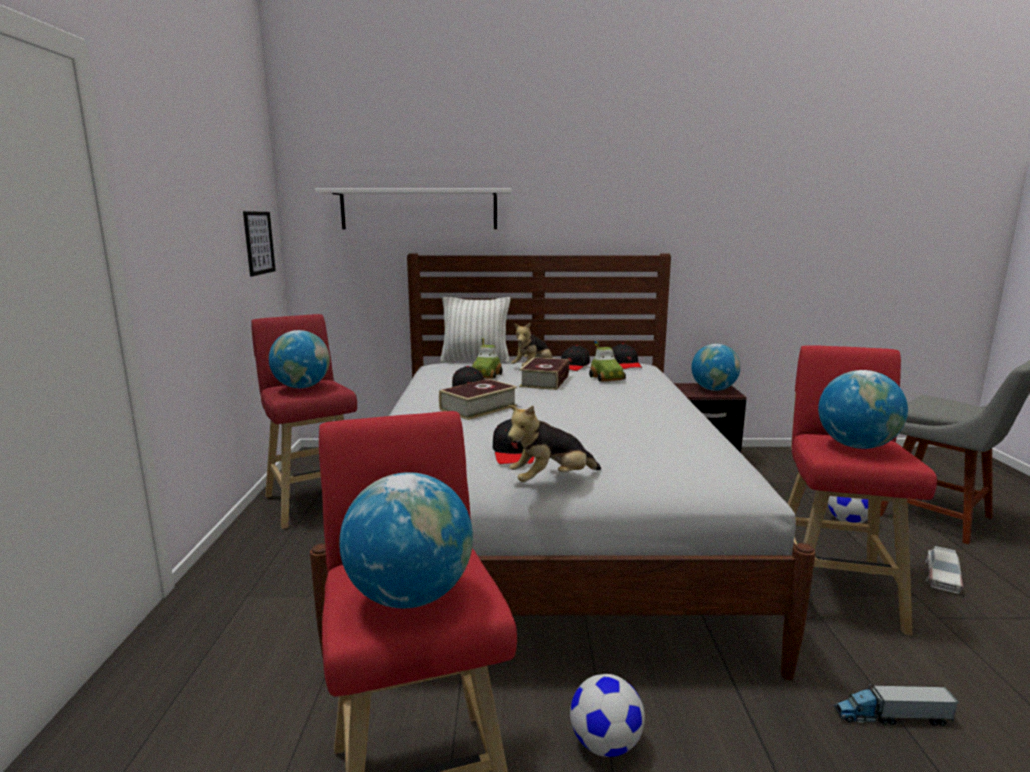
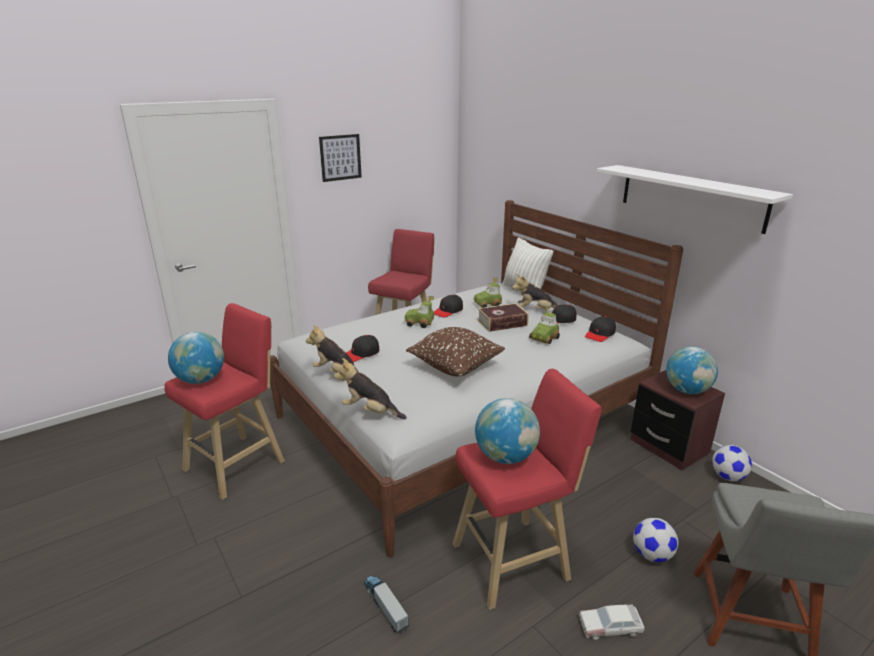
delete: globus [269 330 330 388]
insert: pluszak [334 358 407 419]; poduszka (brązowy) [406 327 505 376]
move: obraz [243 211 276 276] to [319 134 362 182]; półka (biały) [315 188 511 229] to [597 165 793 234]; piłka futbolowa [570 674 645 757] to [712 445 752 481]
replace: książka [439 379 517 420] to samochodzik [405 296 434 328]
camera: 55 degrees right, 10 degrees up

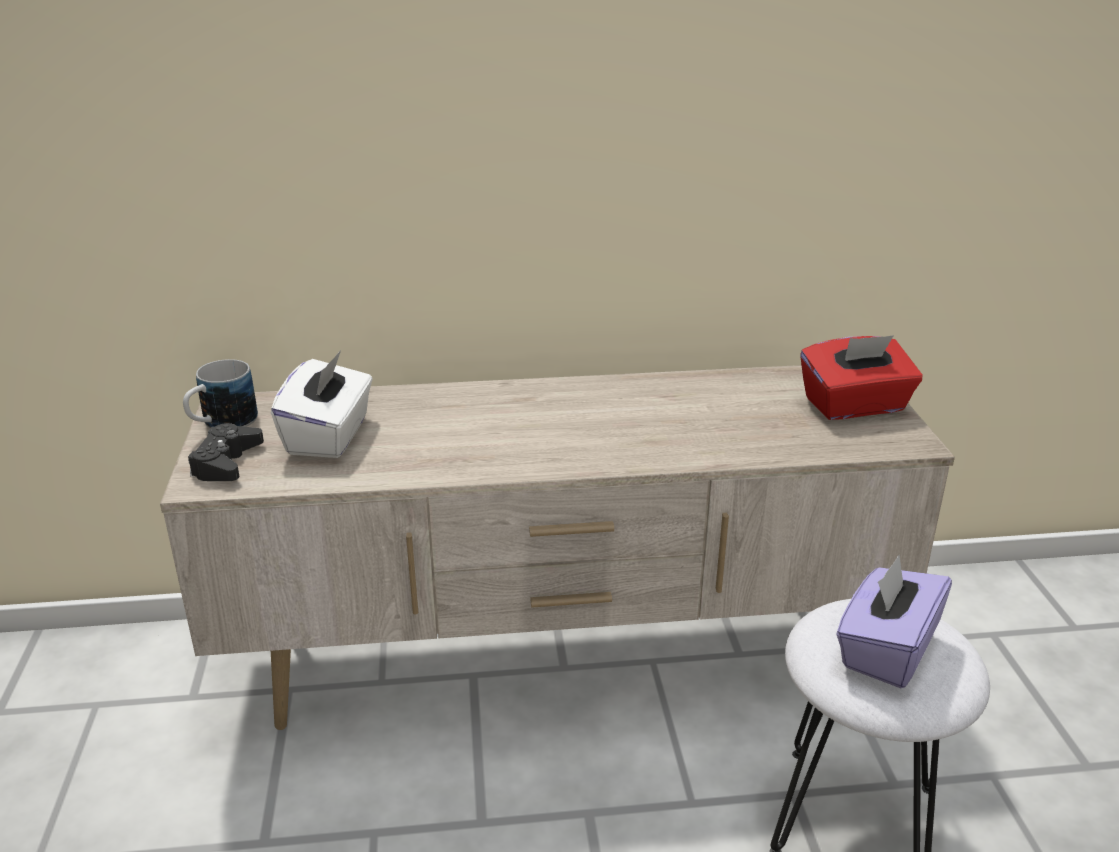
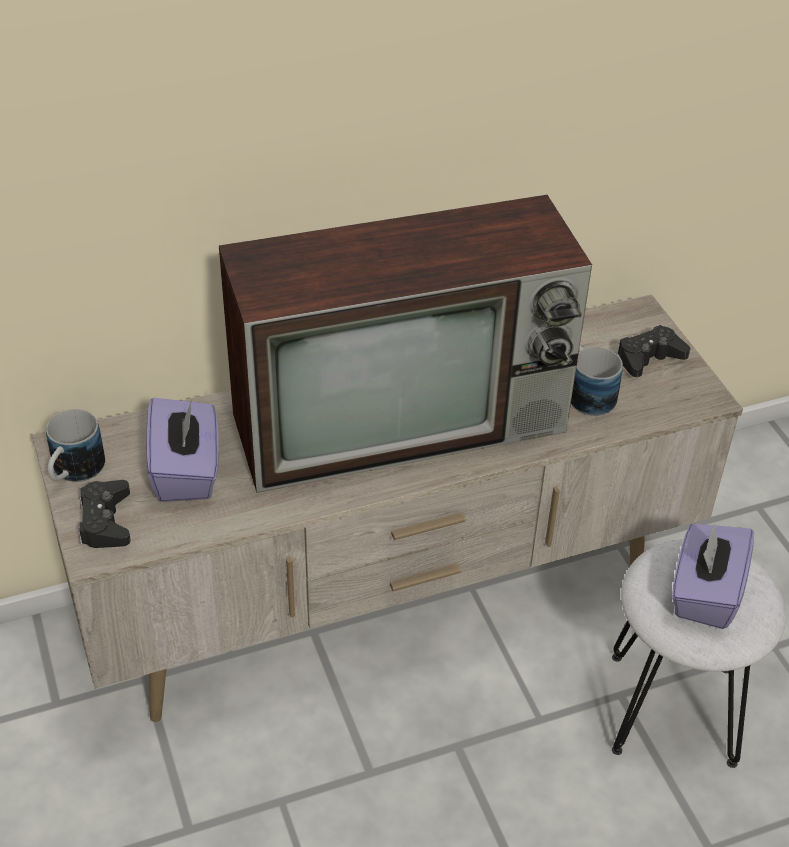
insert: telewizor [219 195 592 493]; kubek [571 346 623 416]
replace: pudełko chusteczek (czerwony) [800 335 923 420] to pad do gier (czarny) [618 325 690 377]
recolor: pudełko chusteczek (biały) [271 351 373 458] to pudełko chusteczek (fioletowy) [146 397 219 502]
camera: 15 degrees left, 15 degrees up

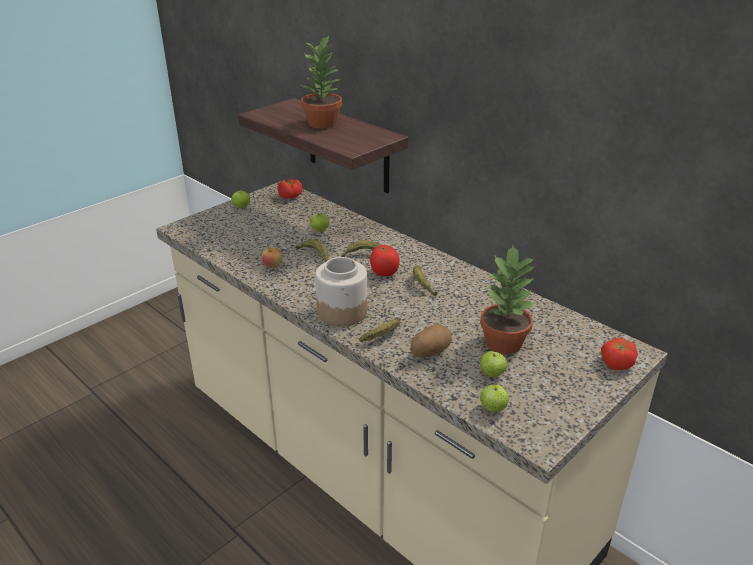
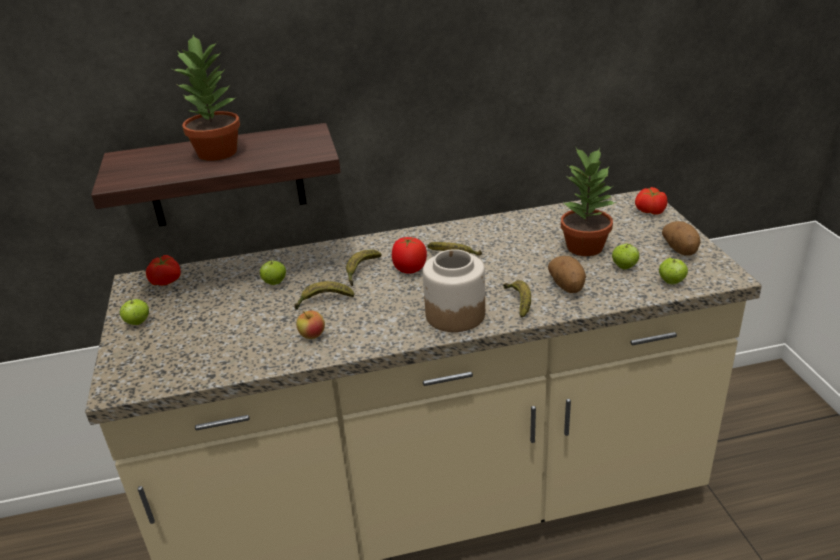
insert: ziemniak [662 221 701 256]
camera: 55 degrees left, 0 degrees up

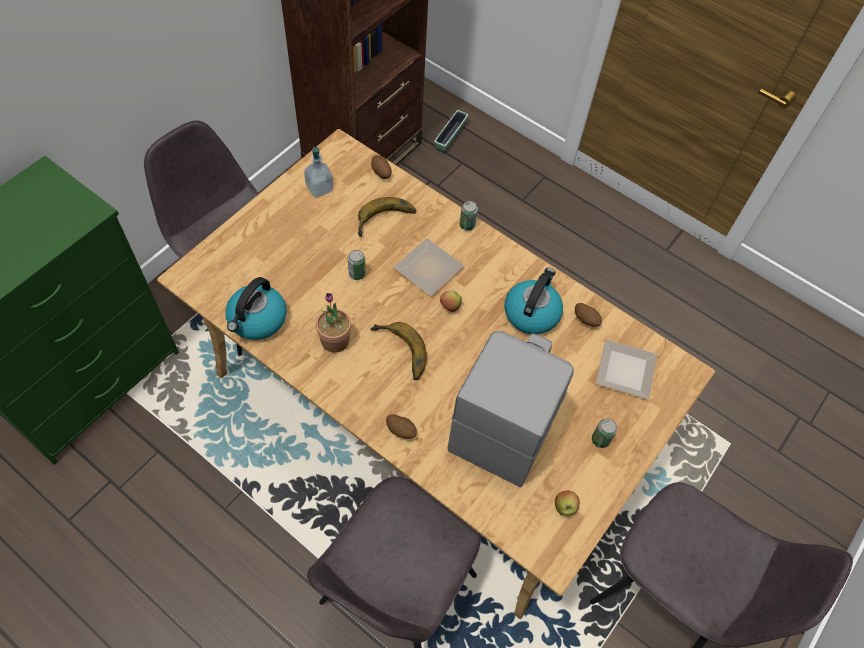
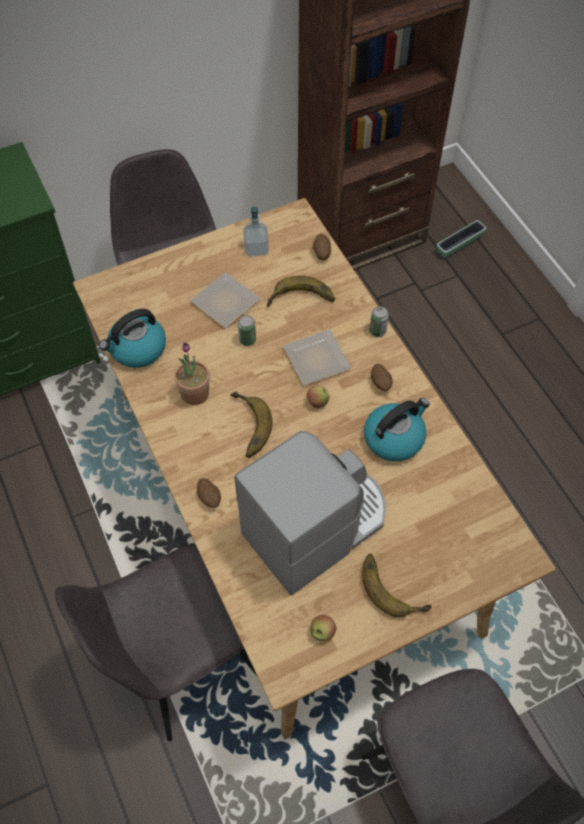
move: ziemniak [575 303 602 327] to [371 364 393 391]; talerz [596 339 657 399] to [190 272 260 328]
replace: puszka [592 419 617 448] to banan [362 554 432 617]
camera: 30 degrees right, 0 degrees up

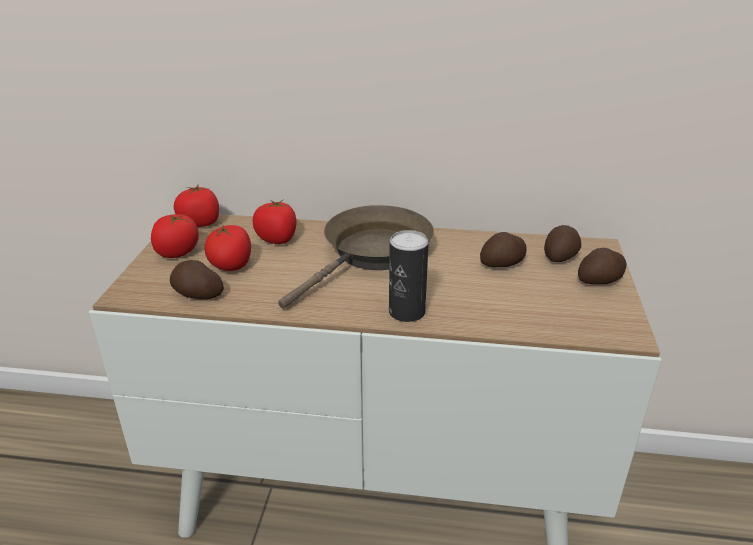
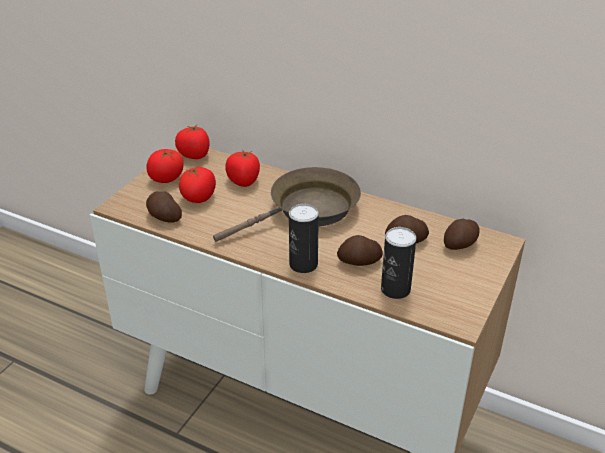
insert: puszka [381 227 417 299]
move: ziemniak [578 248 627 284] to [337 235 383 266]
camera: 20 degrees right, 5 degrees up

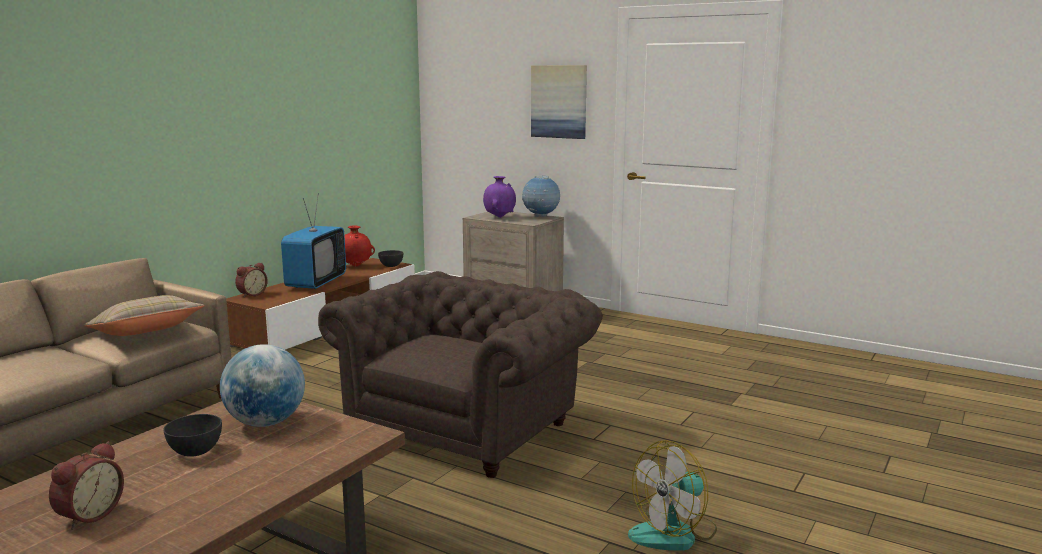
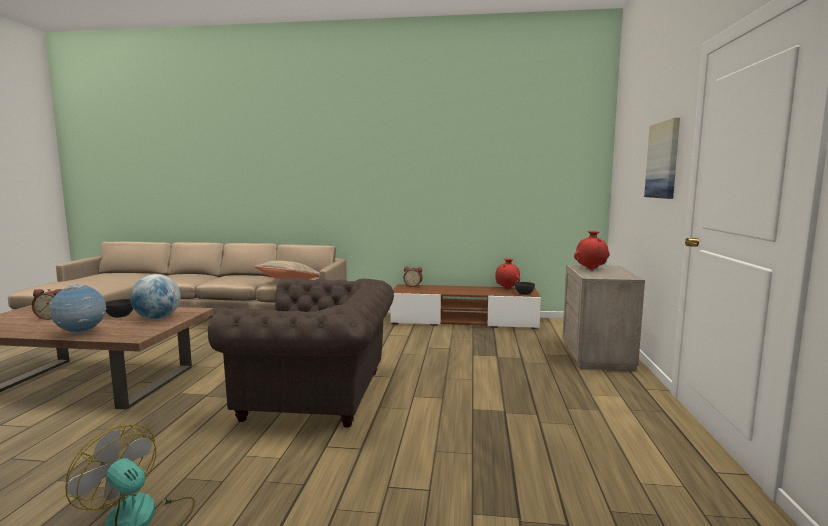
delete: telewizor [281 193 346 289]
move: globus [522 175 560 217] to [49 283 107 334]
recolor: wazon (fioletowy) [483 176 516 218] to wazon (czerwony) [574 231 609 270]
camera: 65 degrees right, 5 degrees down

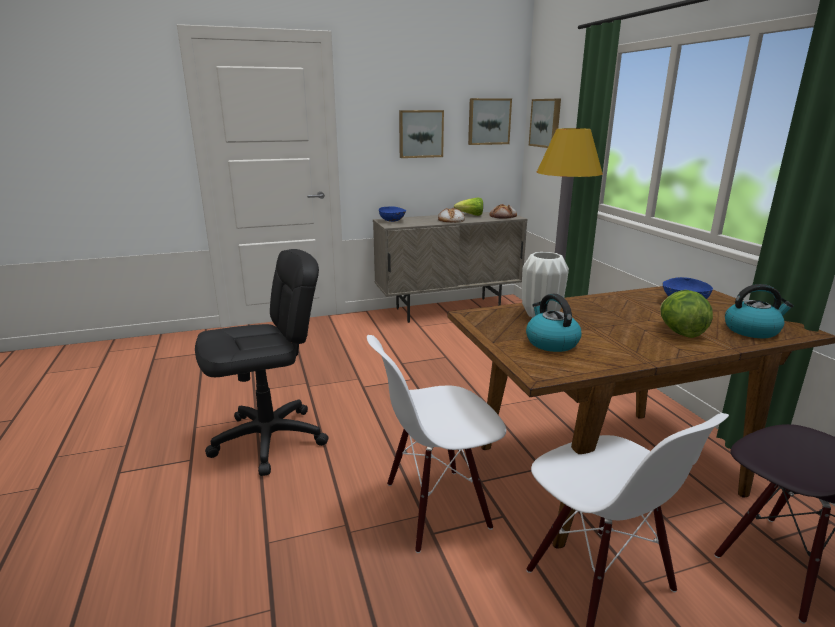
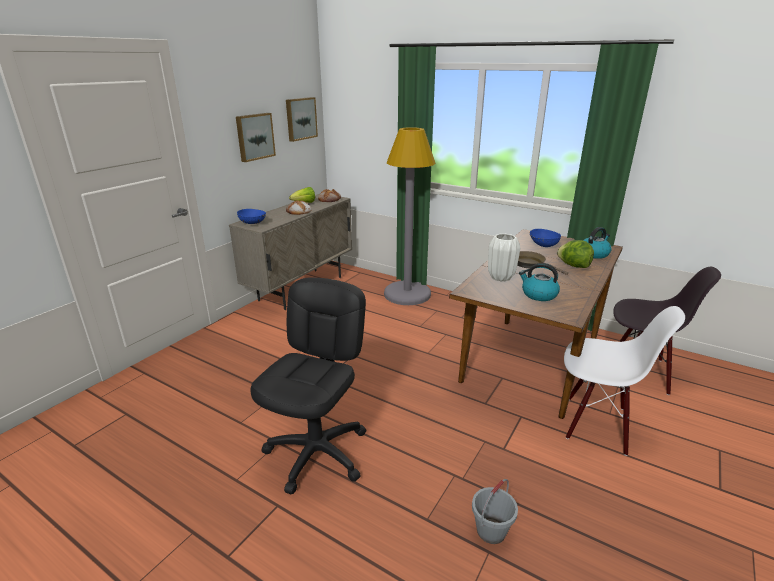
delete: krzesło (biały) [367 335 506 553]; obraz [529 99 561 148]
insert: wiadro (szary) [472 479 518 544]; patelnia (brązowy) [517 251 568 275]
camera: 40 degrees left, 5 degrees up

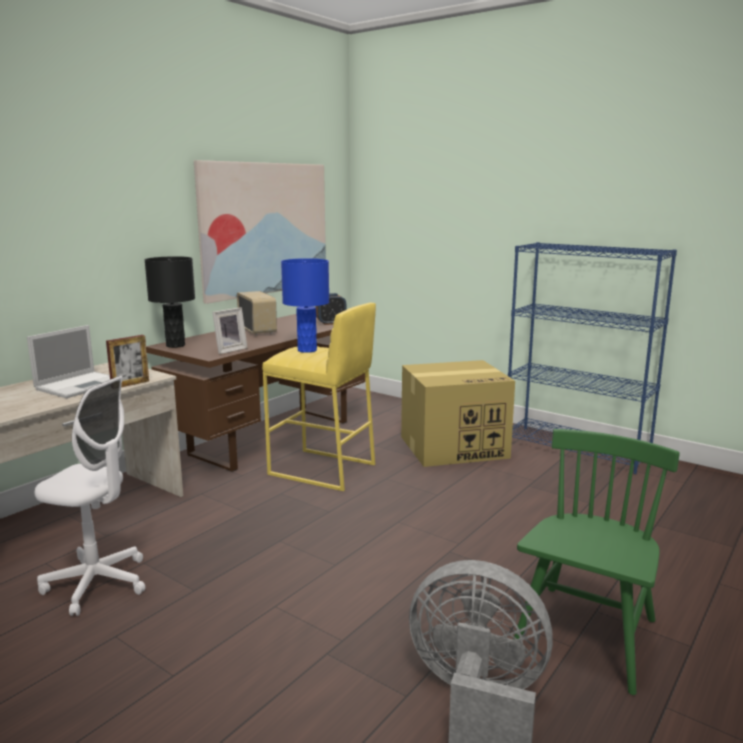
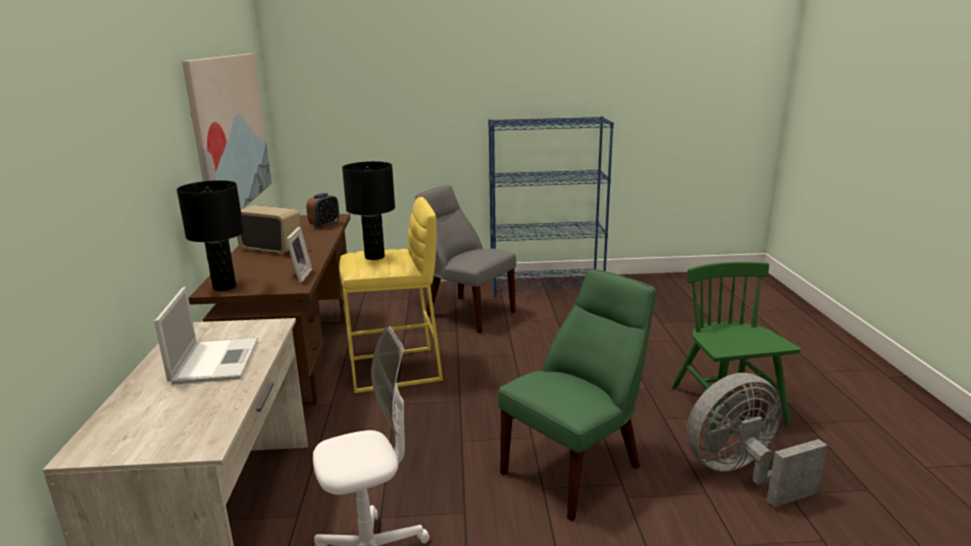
delete: ramka na zdjęcie [106 335 149 387]
insert: krzesło (zielony) [498 269 656 521]
replace: karton [401 360 515 467] to krzesło (szary) [415 185 516 333]
recolor: lampa stołowa (niebieski) [281 258 329 353] to lampa stołowa (czarny) [342 161 395 260]
camera: 40 degrees left, 5 degrees up

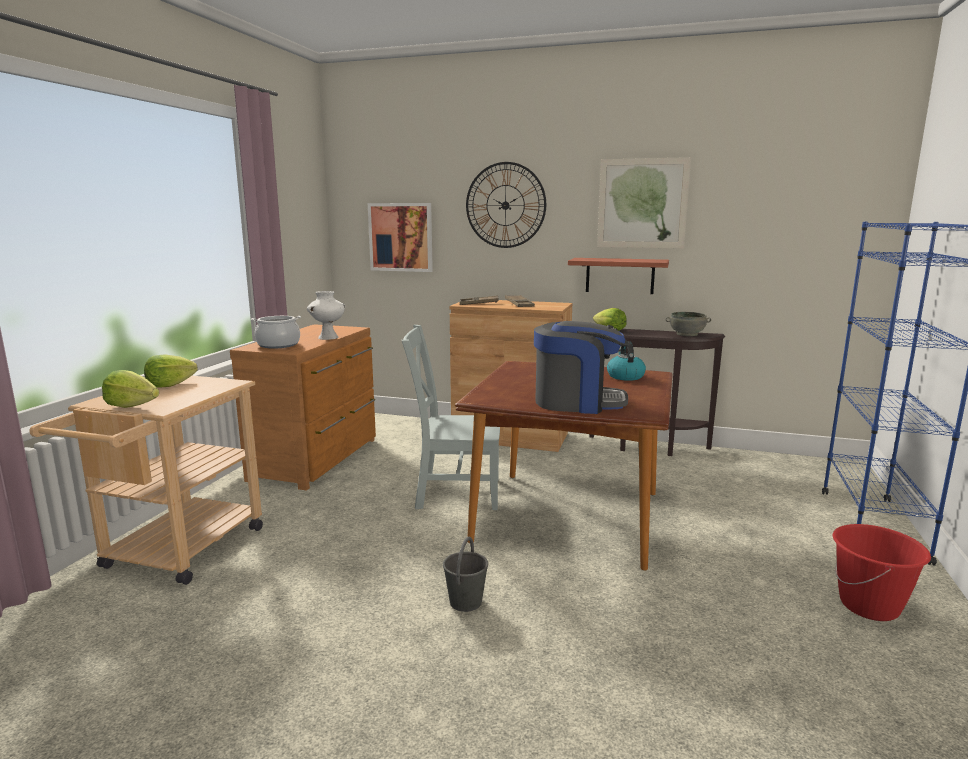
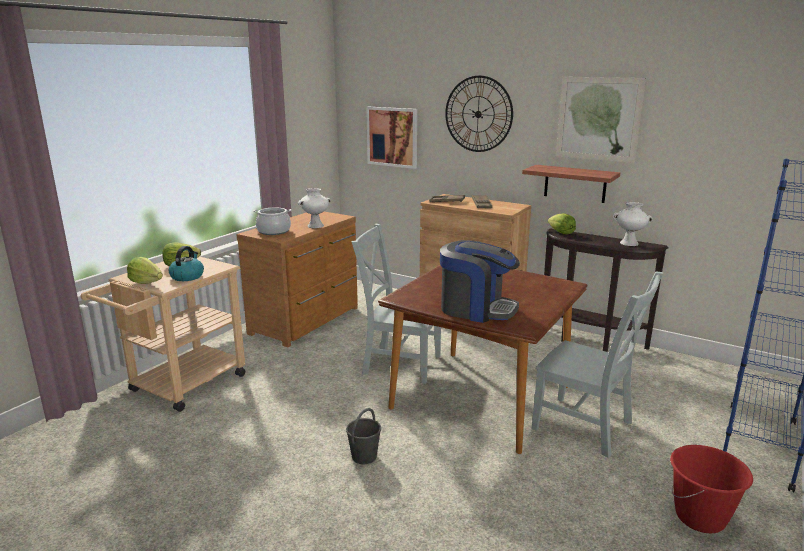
insert: krzesło (szary) [532 272 663 458]
move: czajnik [607 341 646 381] to [169 246 204 281]
replace: miska (szary) [665 312 711 336] to wazon (biały) [613 202 653 246]
camera: 15 degrees right, 5 degrees up

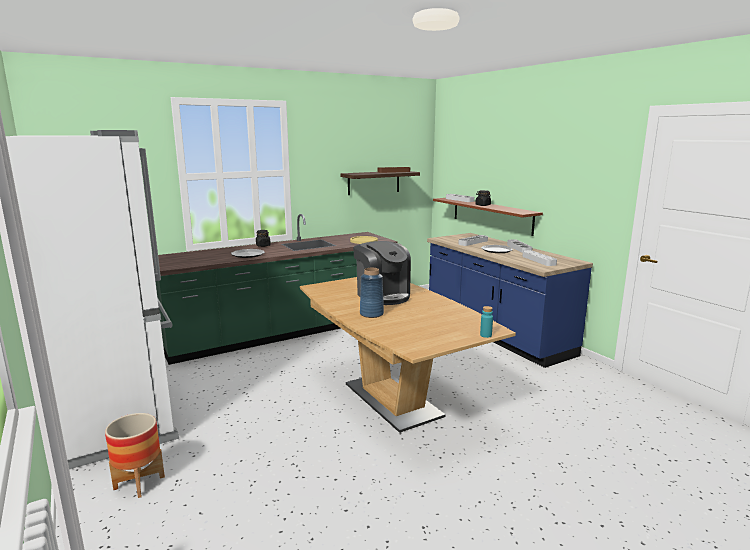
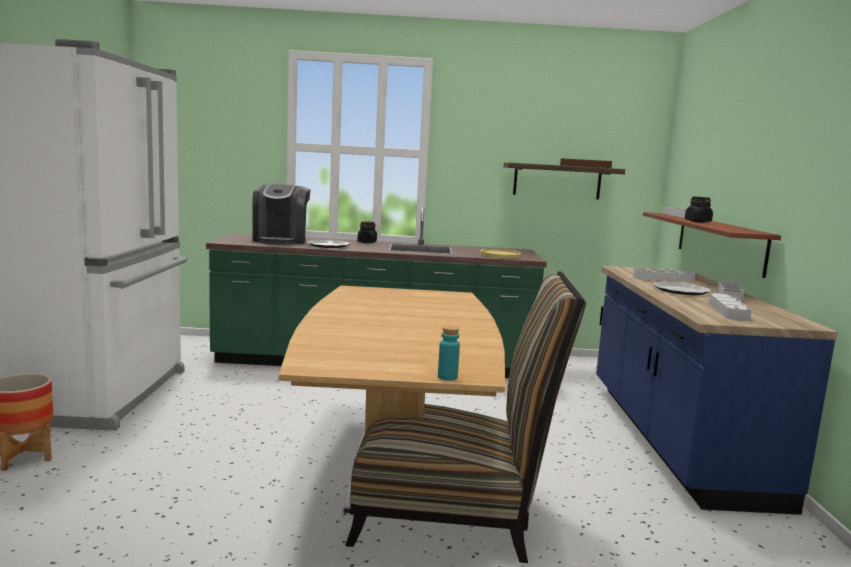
delete: wazon (niebieski) [360 268 384 318]
insert: krzesło [345 271 586 563]
move: ekspres do kawy [353 241 411 305] to [252 184 310 245]
camera: 30 degrees right, 5 degrees down

